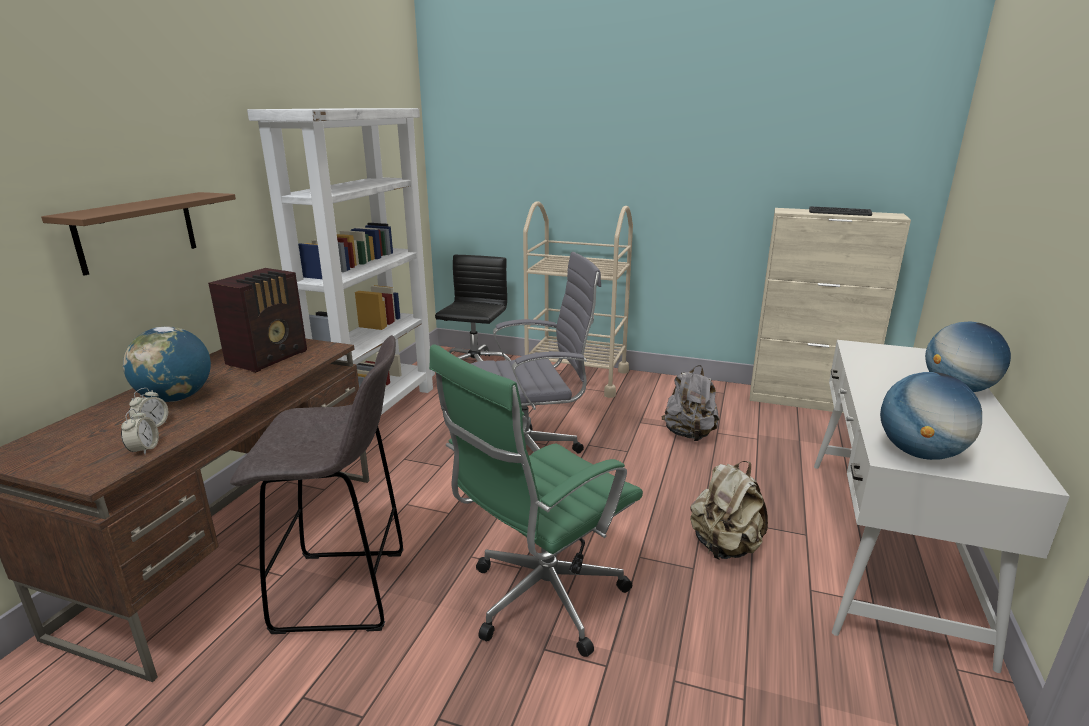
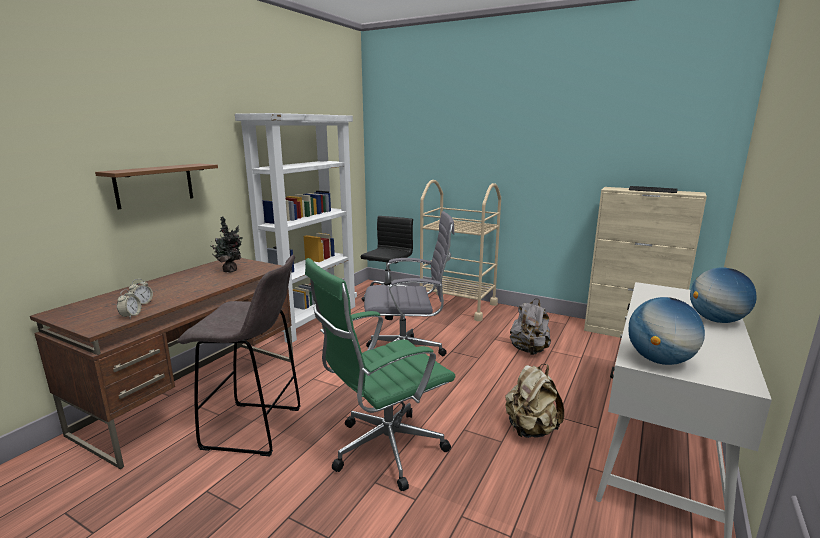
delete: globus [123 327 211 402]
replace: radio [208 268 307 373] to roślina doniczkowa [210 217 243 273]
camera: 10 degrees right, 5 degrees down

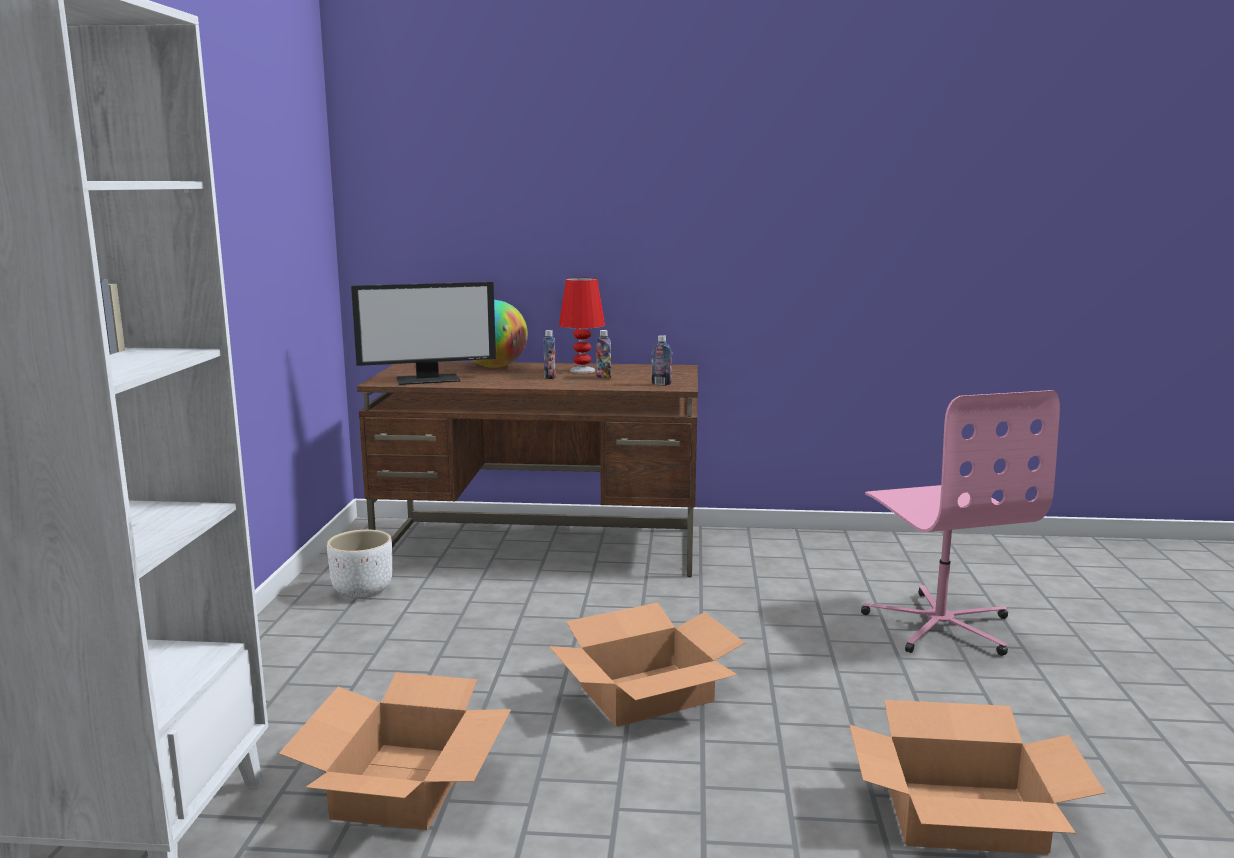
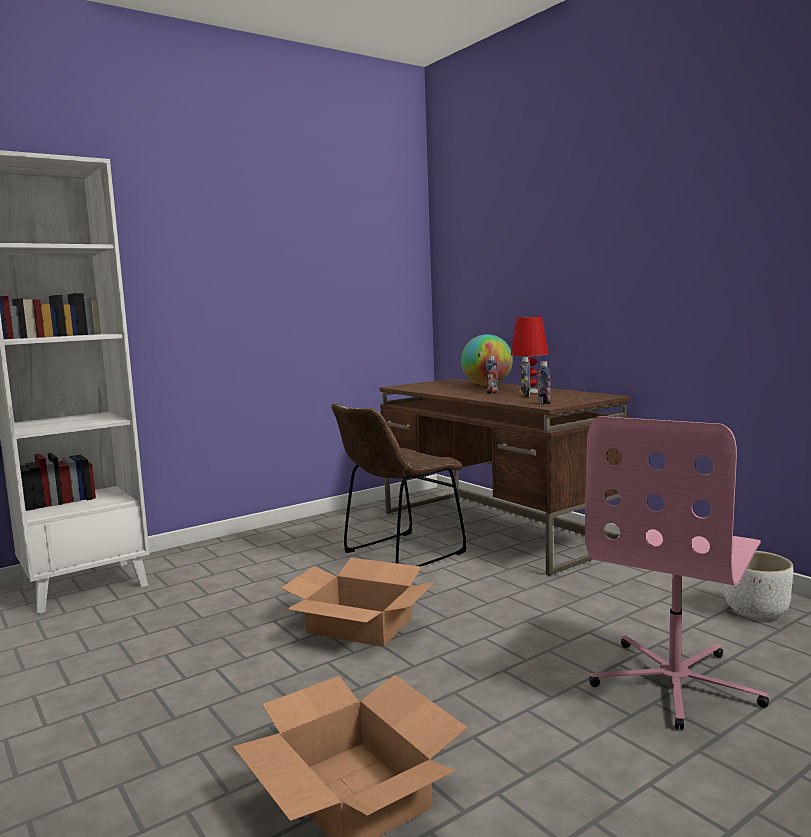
delete: karton [279 672 511 830]; monitor [351 282 496 385]
insert: krzesło (brązowy) [331 403 467 566]
move: donica (biały) [327 529 392 599] to [724 551 793 620]
camera: 50 degrees right, 5 degrees down

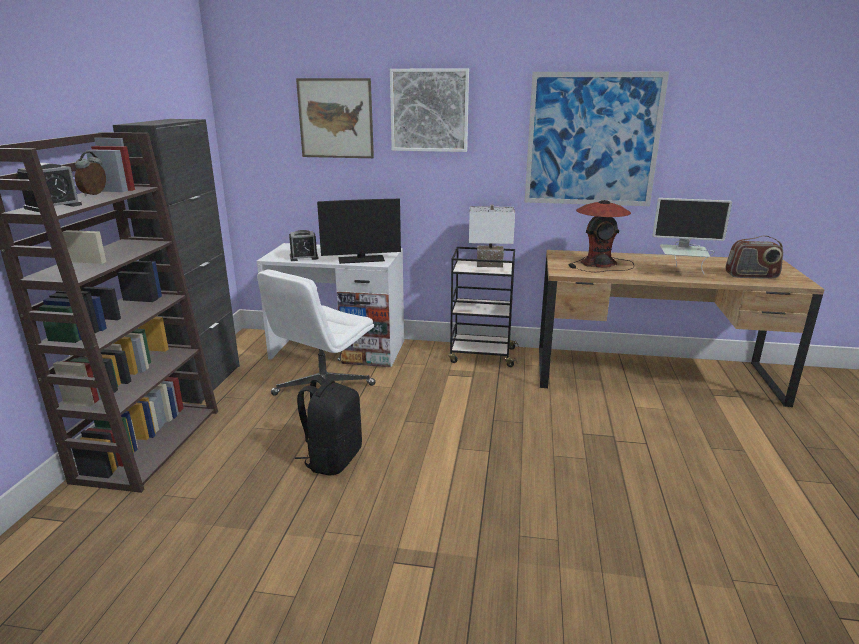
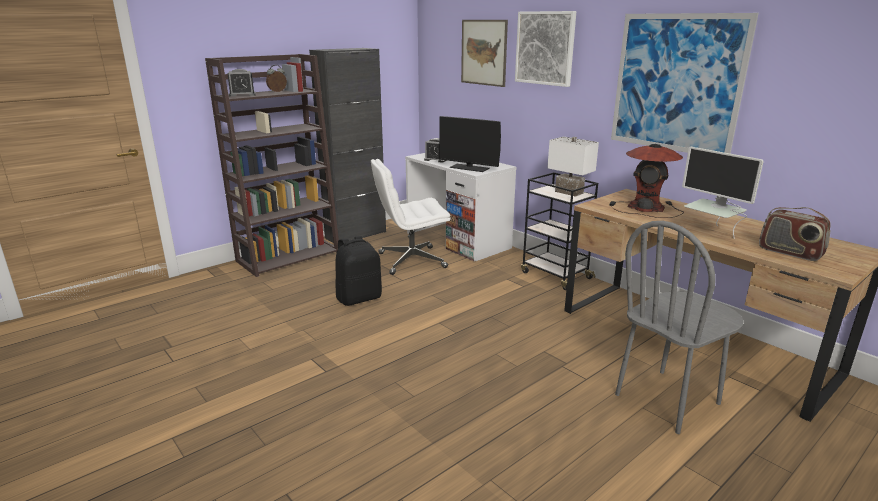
insert: krzesło (szary) [615 221 744 434]
camera: 40 degrees right, 0 degrees up

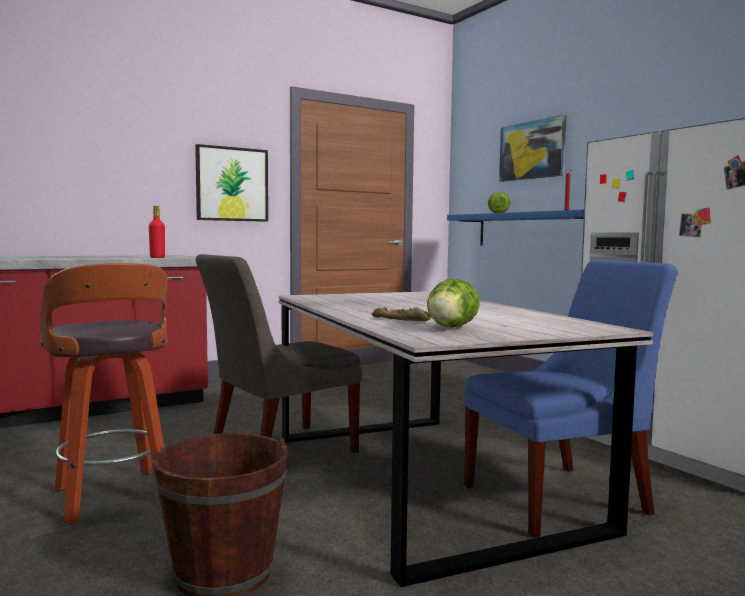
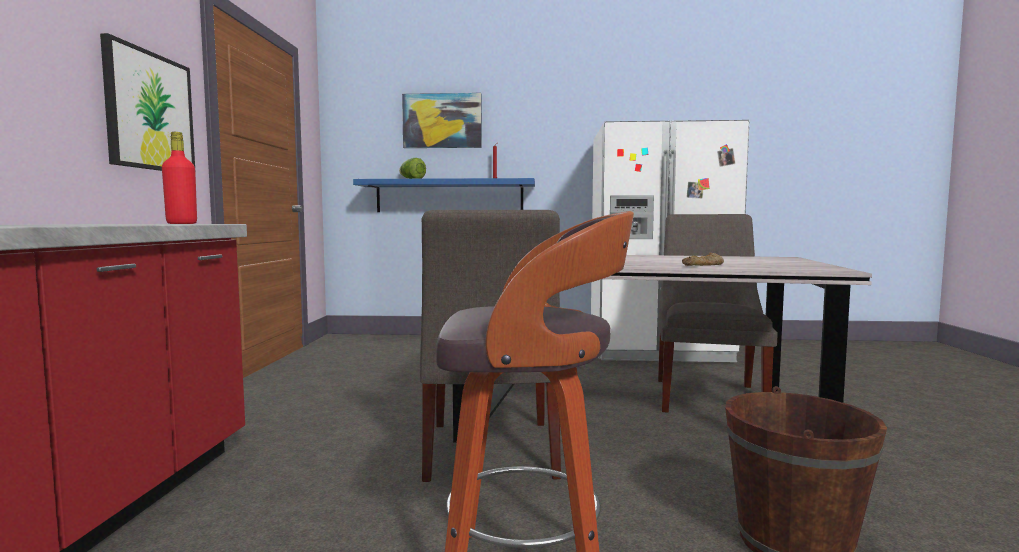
delete: sałata [427 279 480 327]
recolor: krzesło (niebieski) [464 260 678 538] to krzesło (szary) [658 214 778 413]
camera: 55 degrees left, 0 degrees up

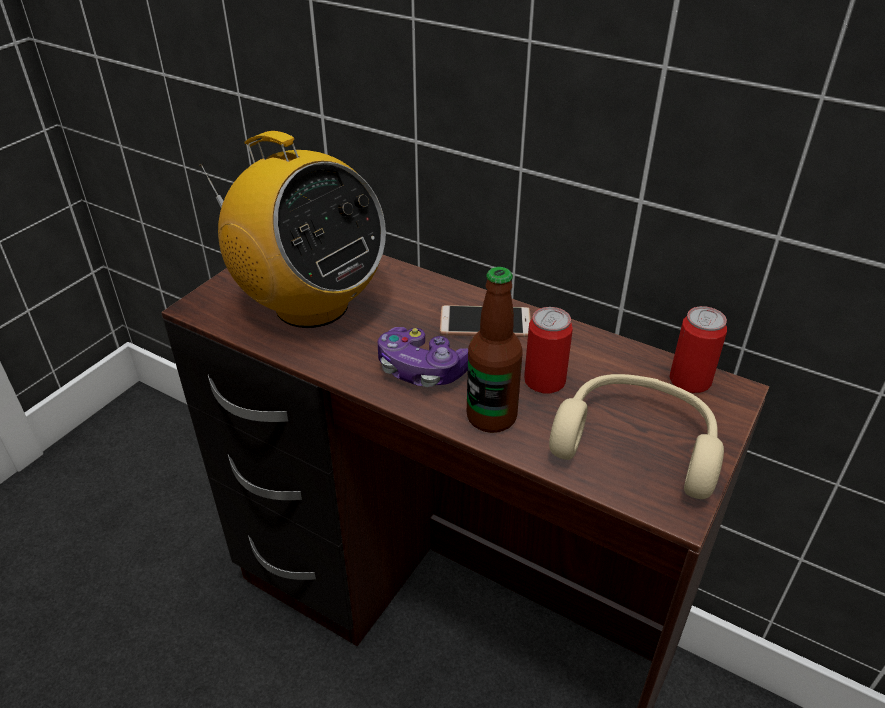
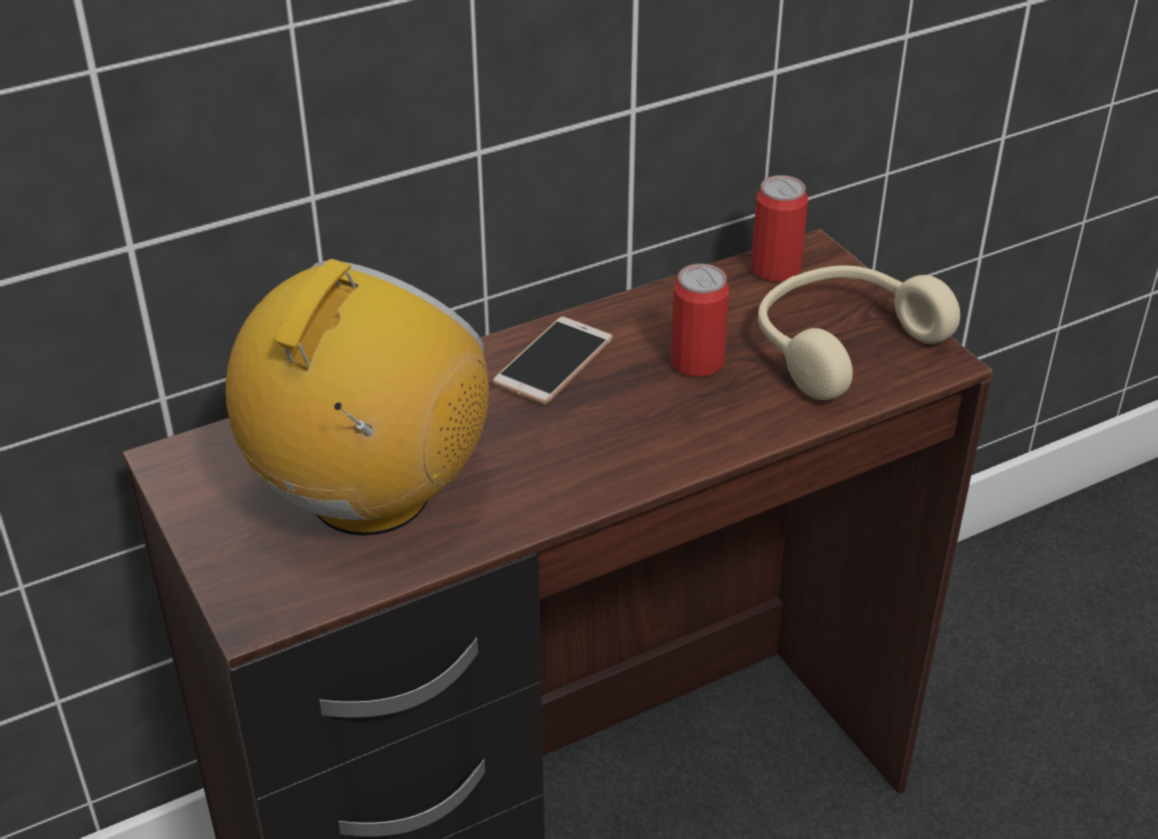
delete: pad do gier [378 327 468 387]; butelka [467 267 523 433]
rotate: radio [200 131 386 328] = [225 259 489 535] 45 degrees counterclockwise
camera: 60 degrees left, 0 degrees up

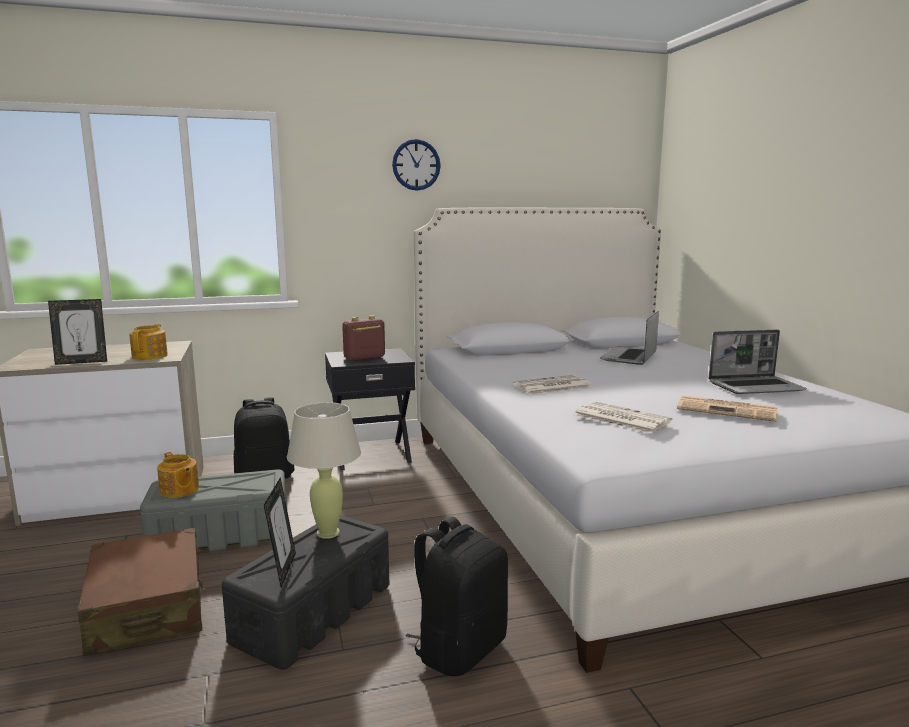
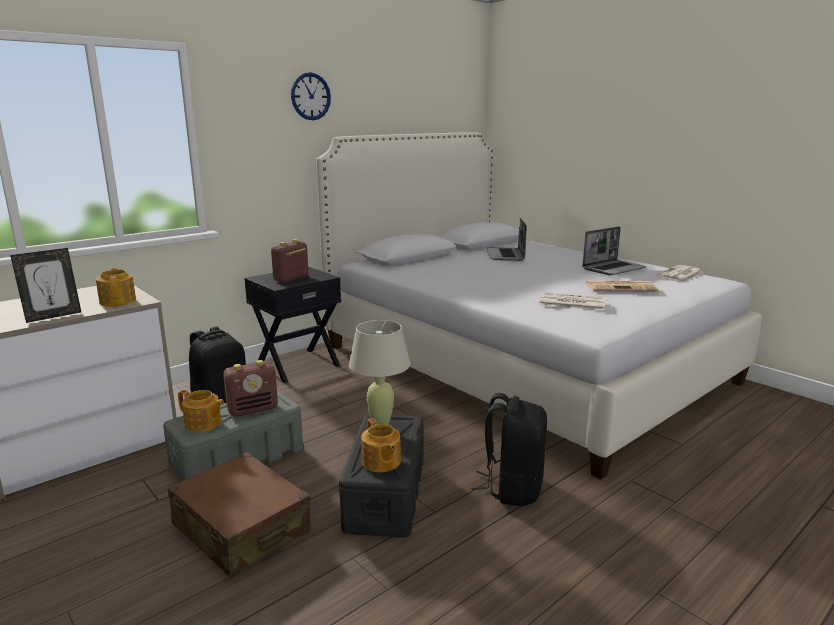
insert: radio [223 360 278 417]
move: gazeta [513 375 592 395] to [656 265 703 282]
replace: ramka na zdjęcie [264 477 296 587] to imbryk [361 418 401 472]
camera: 25 degrees left, 5 degrees up

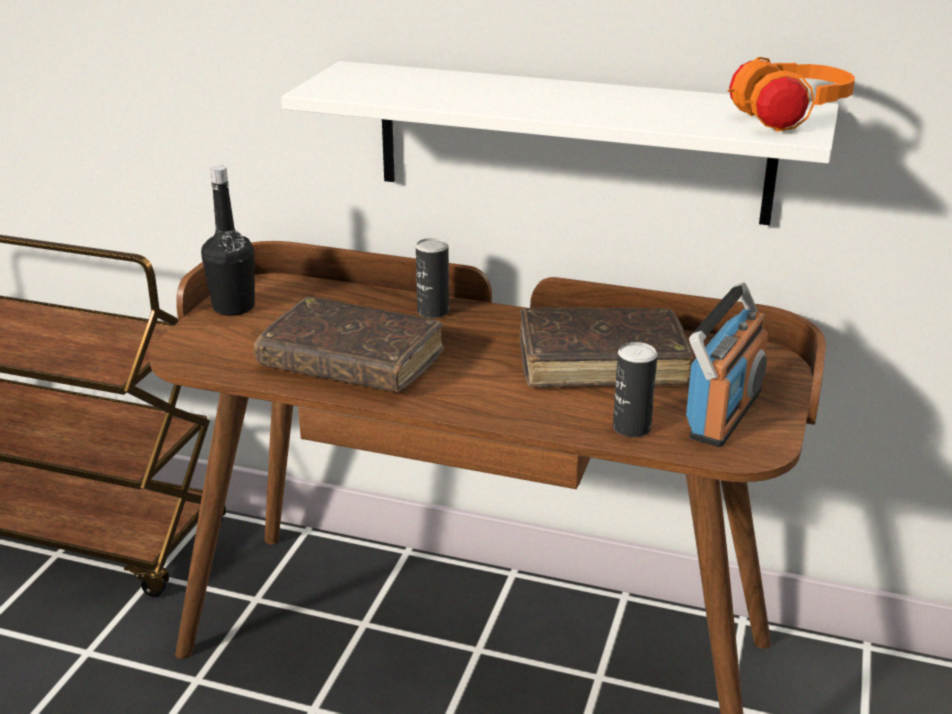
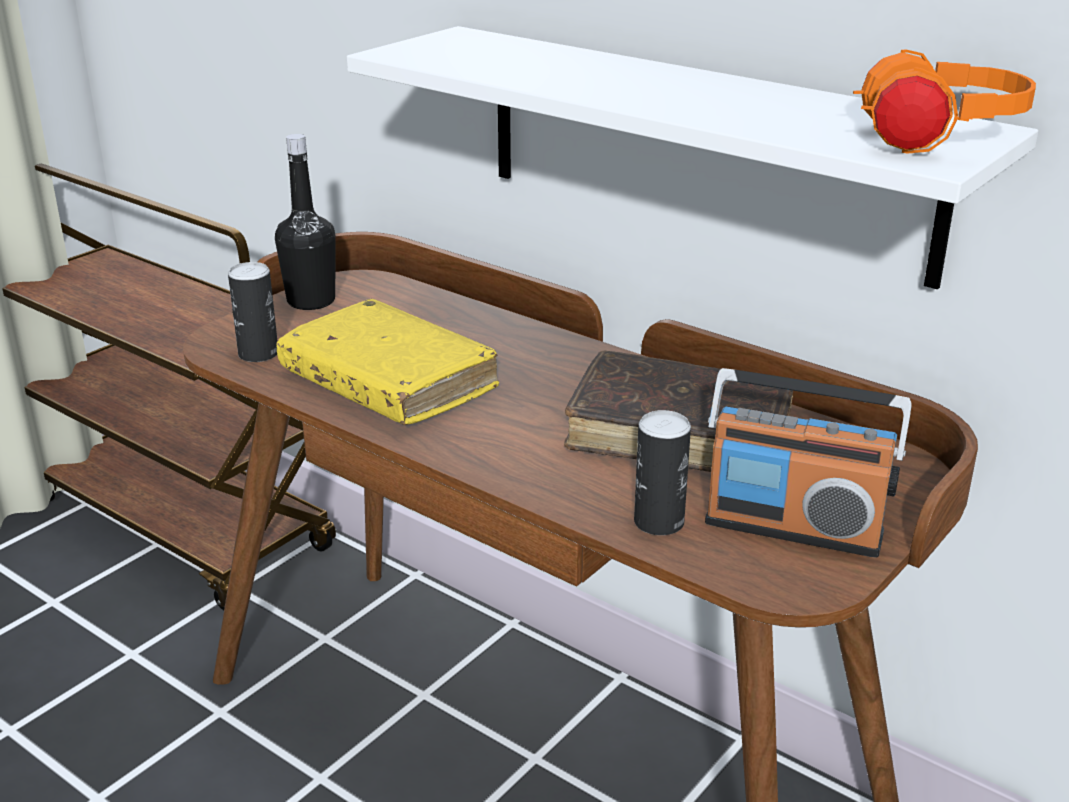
move: puszka [416 238 449 318] to [228 262 277 362]
recolor: książka (brązowy) [254 296 444 393] to książka (żółty) [276 299 499 425]
rotate: radio [686 282 768 447] = [705 368 912 558] 60 degrees clockwise
camera: 20 degrees right, 0 degrees up

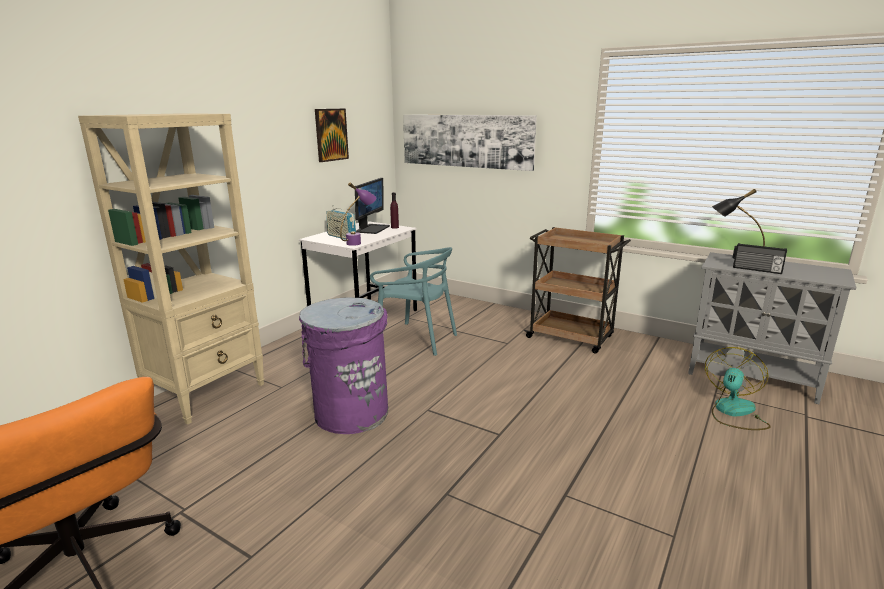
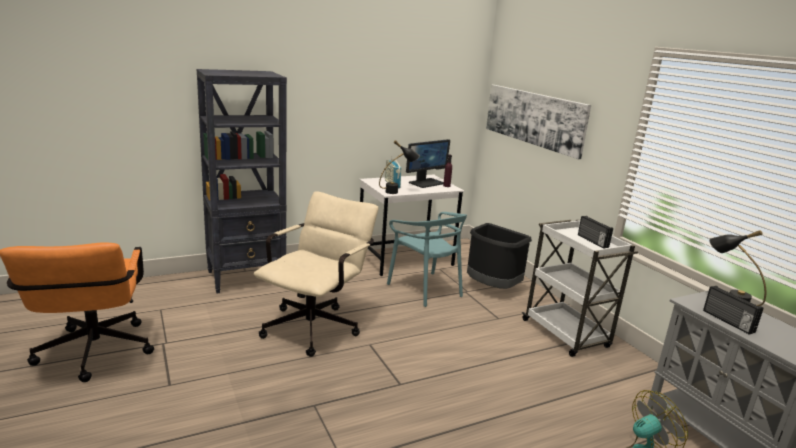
delete: obraz [315 108 349 162]
insert: kosz na śmieci (czarny) [467 223 532 289]; radio [578 216 613 248]
replace: kosz na śmieci (fioletowy) [299 297 389 434] to krzesło biurowe (beżowy) [254 191 378 357]
recolor: regał (beżowy) [78 113 265 425] to regał (czarny) [197 69 287 294]; lampa stołowa (fioletowy) [340 182 376 246] to lampa stołowa (czarny) [379 140 420 194]; wózek (brązowy) [524 227 631 354] to wózek (biały) [522 220 638 357]
camera: 30 degrees right, 0 degrees up

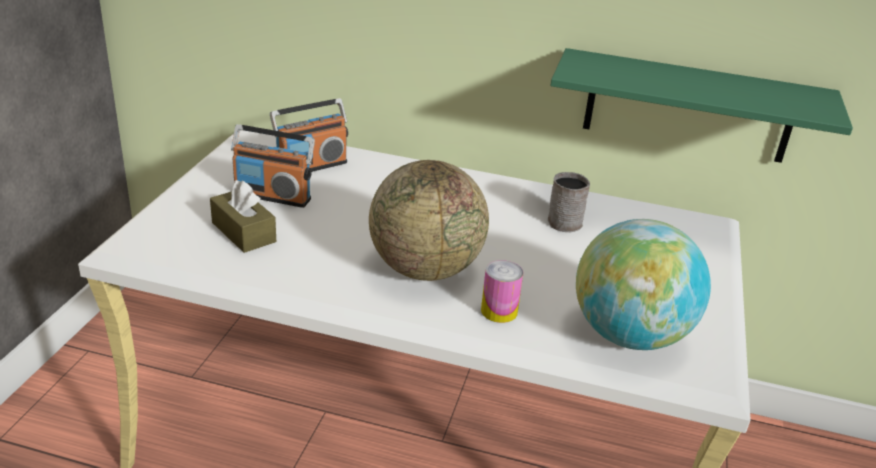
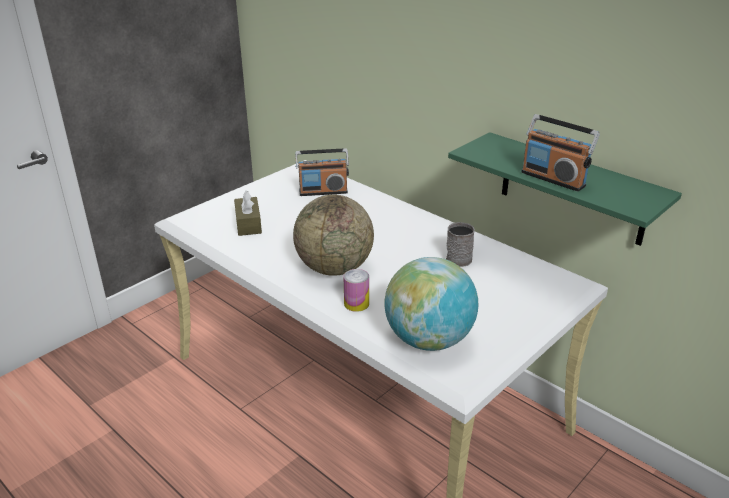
move: radio [231 124 315 208] to [521 114 600 191]
camera: 30 degrees right, 0 degrees up

